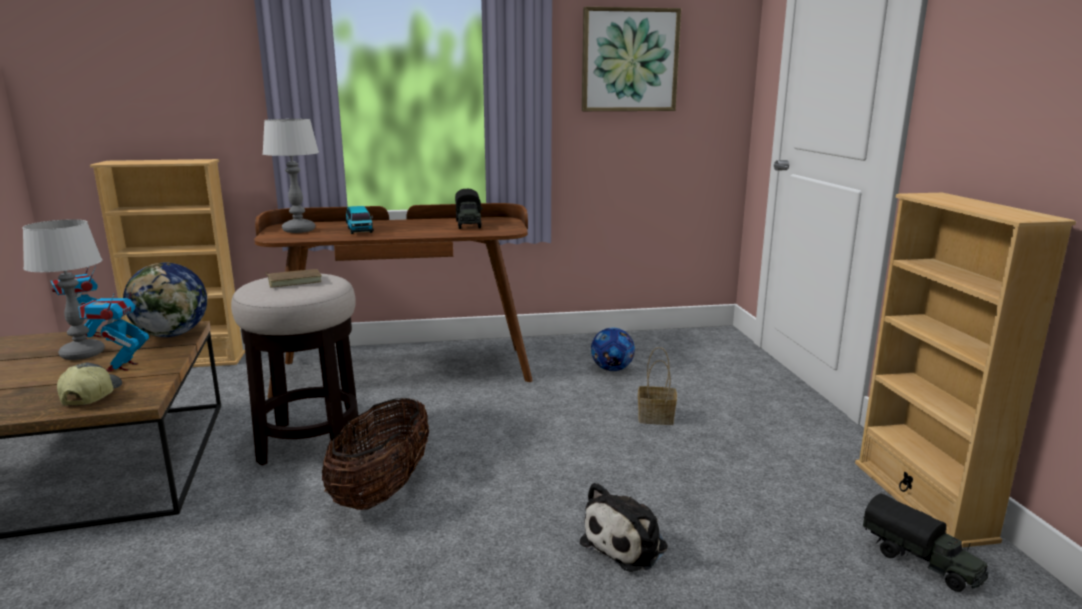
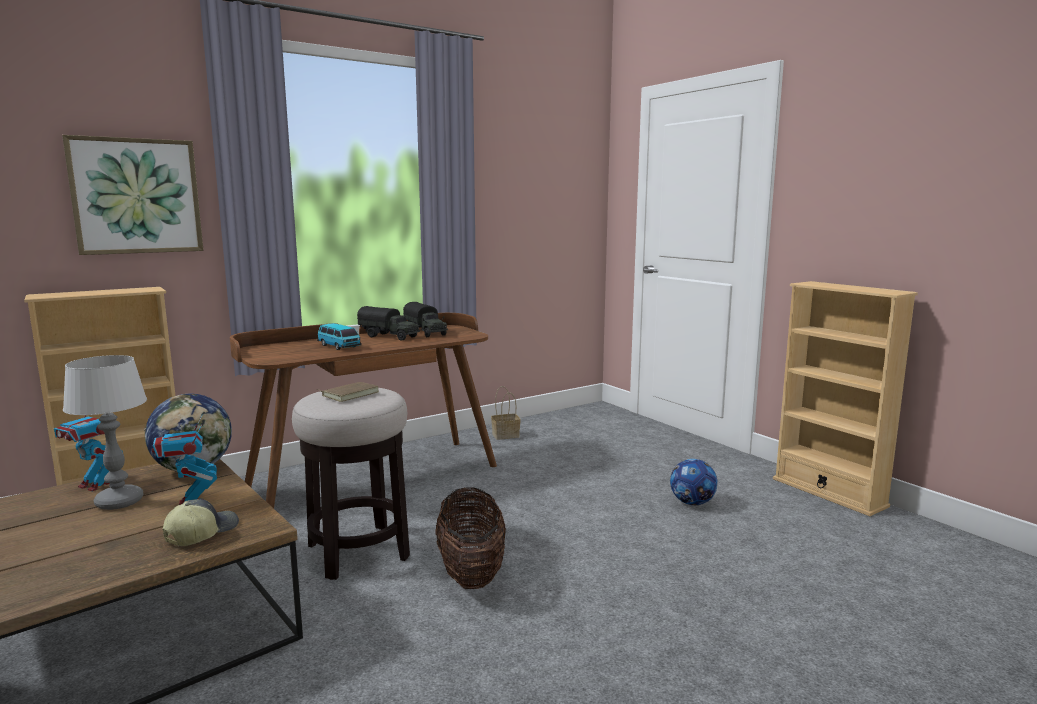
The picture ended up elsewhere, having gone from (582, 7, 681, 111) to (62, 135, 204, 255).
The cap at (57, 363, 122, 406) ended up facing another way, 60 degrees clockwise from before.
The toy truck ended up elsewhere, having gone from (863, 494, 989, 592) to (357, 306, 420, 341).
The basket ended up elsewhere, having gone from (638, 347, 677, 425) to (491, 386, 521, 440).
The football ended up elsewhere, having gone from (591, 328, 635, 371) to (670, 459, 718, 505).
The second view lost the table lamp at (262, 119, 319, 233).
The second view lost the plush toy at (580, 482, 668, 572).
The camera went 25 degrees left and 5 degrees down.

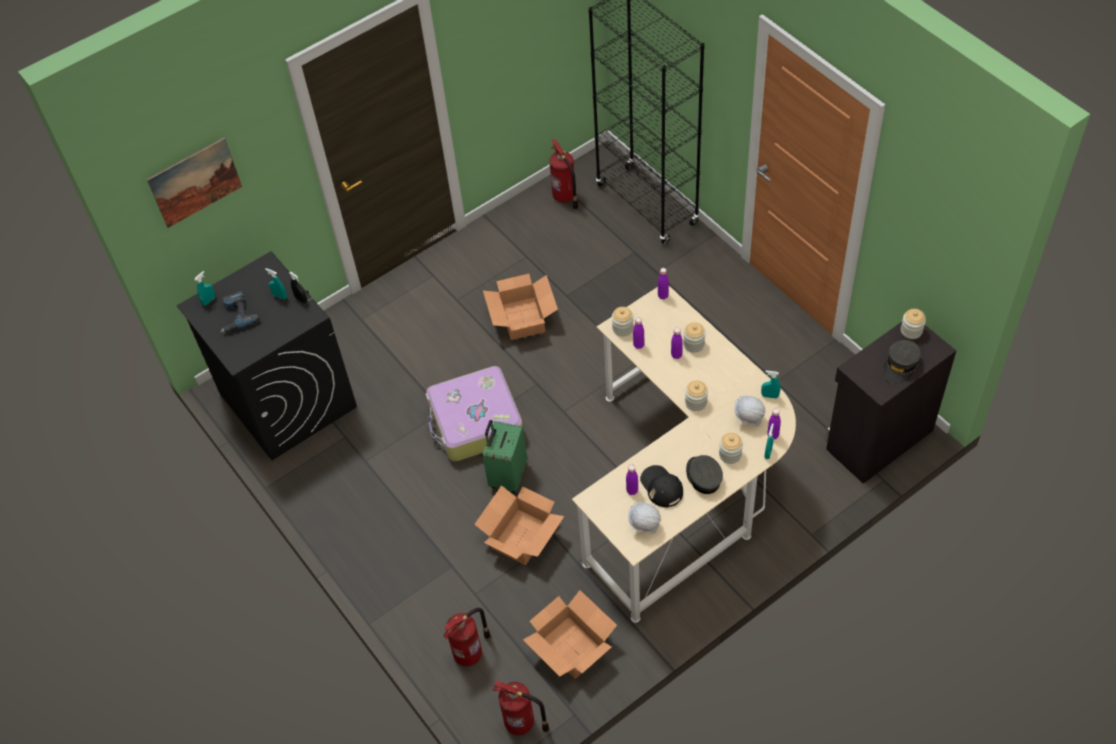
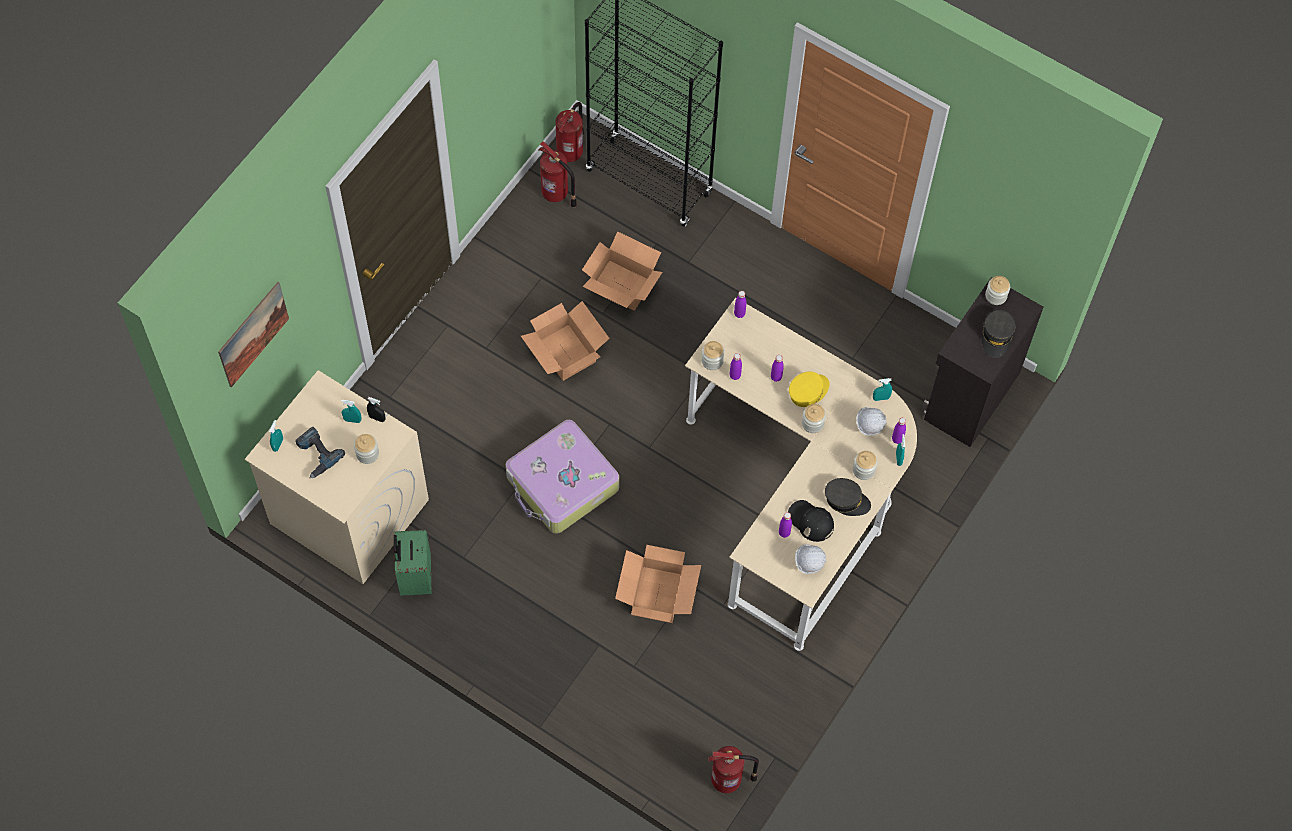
What was the washing machine (black) at (177, 252, 357, 460) turned into the washing machine (beige) at (245, 370, 429, 584).
The jar ended up elsewhere, having gone from (683, 322, 705, 352) to (354, 434, 379, 464).
The suitcase (green) ended up elsewhere, having gone from (483, 420, 527, 493) to (394, 530, 431, 596).
The fire extinguisher ended up elsewhere, having gone from (443, 608, 491, 666) to (556, 102, 584, 162).
The cardboard box ended up elsewhere, having gone from (523, 590, 617, 679) to (582, 231, 662, 311).
The second view gained the cap (yellow) at (789, 372, 830, 407).
The cap (grey) at (686, 455, 723, 494) ended up facing another way, 150 degrees clockwise from before.
The camera went 25 degrees left and 10 degrees up.

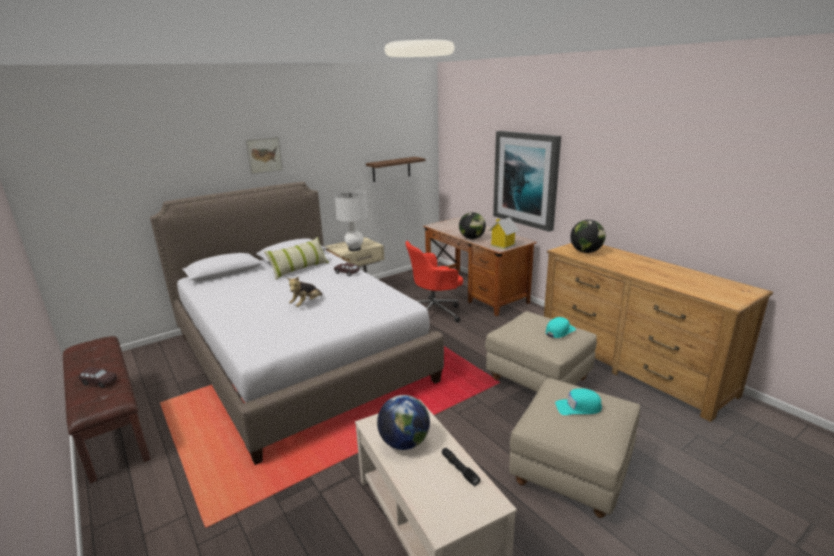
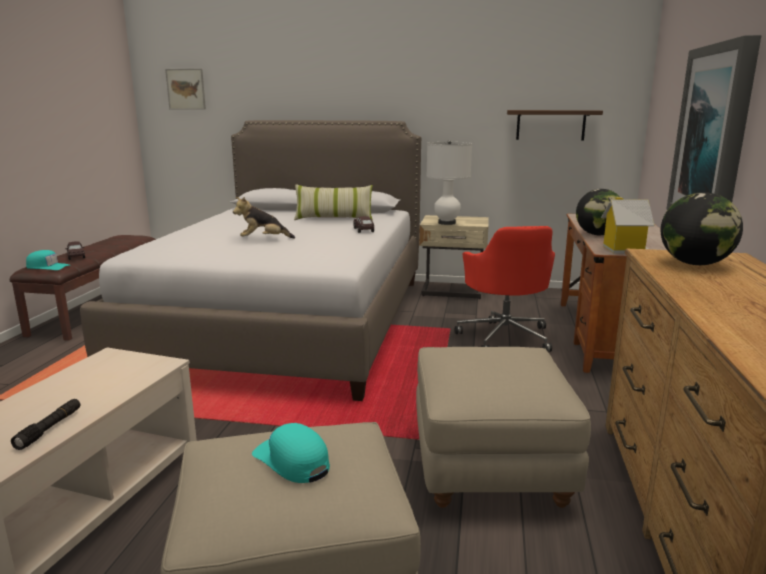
The cap (turquoise) ended up elsewhere, having gone from (546, 317, 576, 338) to (26, 250, 70, 270).
The picture ended up elsewhere, having gone from (245, 137, 283, 174) to (165, 69, 206, 110).
The office chair (red) at (405, 241, 463, 323) ended up facing another way, 120 degrees counterclockwise from before.
The second view lost the globe at (377, 395, 430, 450).
The camera went 45 degrees right and 5 degrees down.

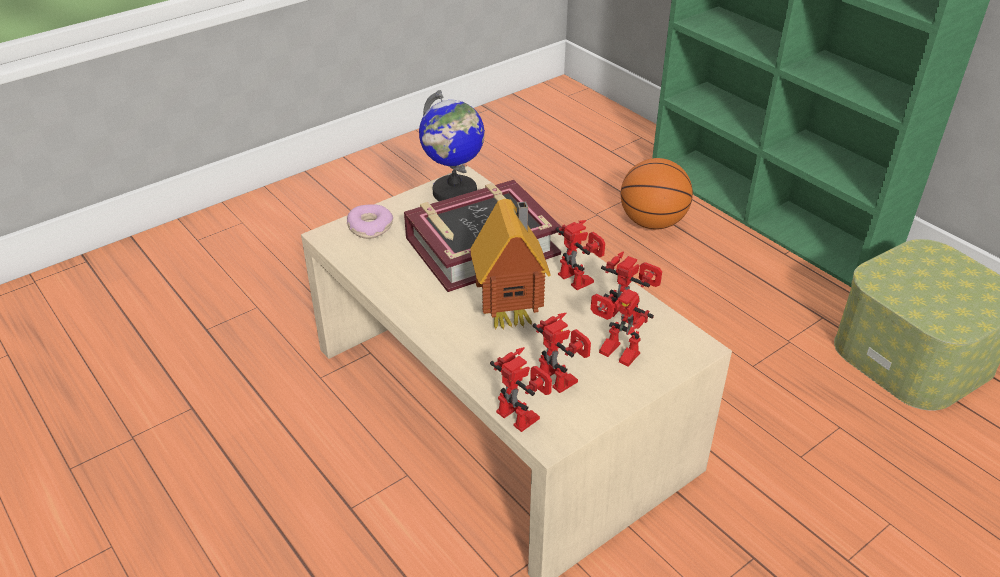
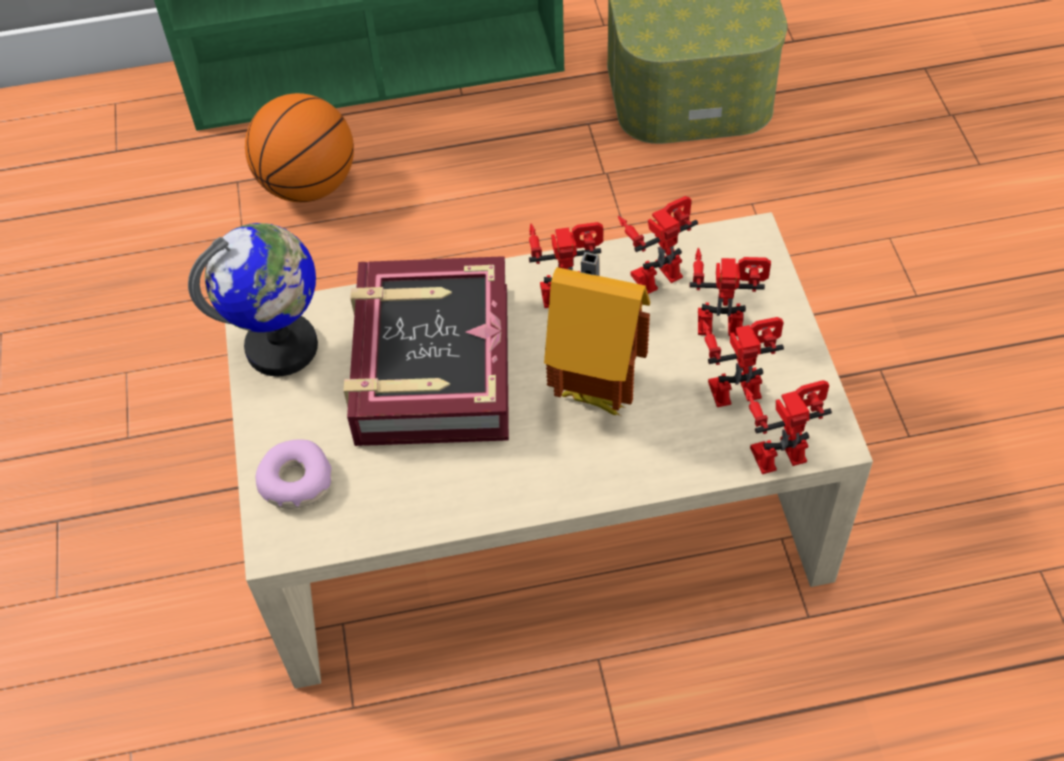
The toy robot at (591, 289, 654, 367) ended up facing another way, 150 degrees counterclockwise from before.
The camera went 60 degrees left and 15 degrees up.

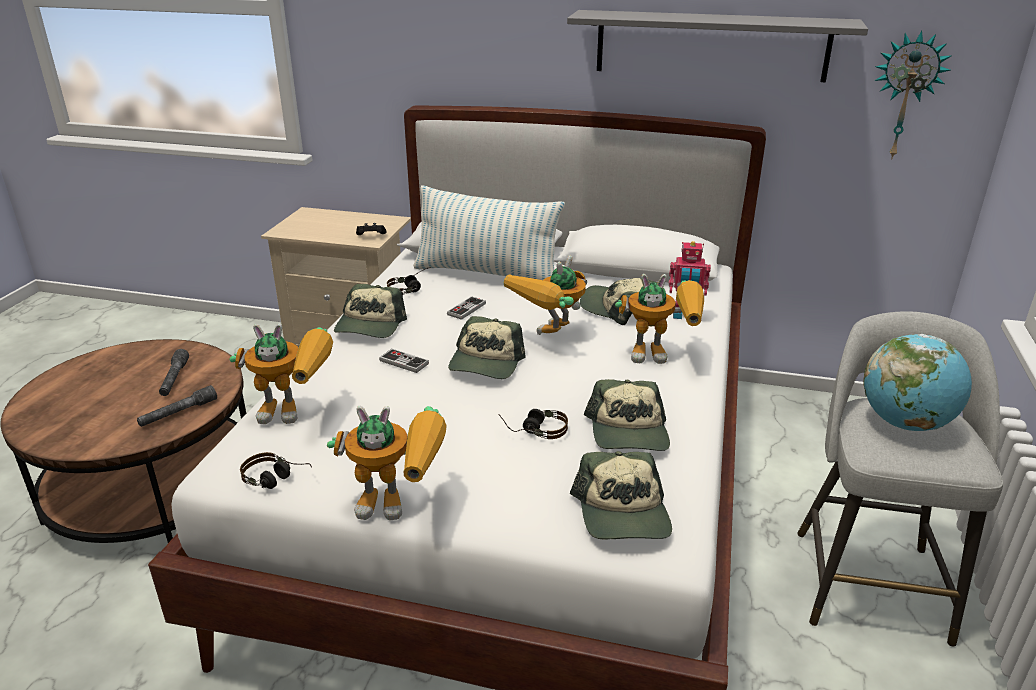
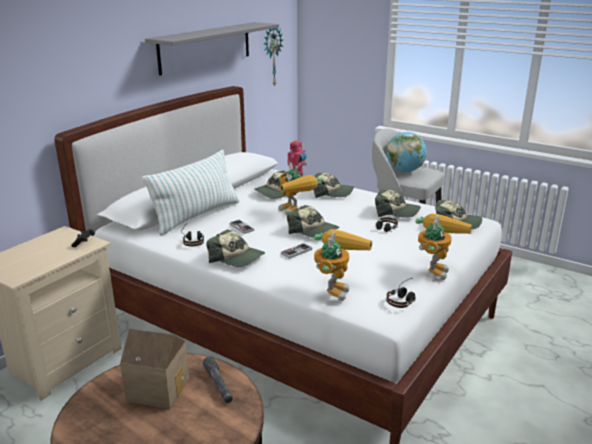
Where the flashlight (grey) stood at (159, 349, 189, 396), the toy house came to stand at (120, 329, 189, 409).
Where the toy robot stood at (615, 274, 704, 364), the cap came to stand at (314, 173, 354, 198).
The camera went 70 degrees left and 5 degrees down.

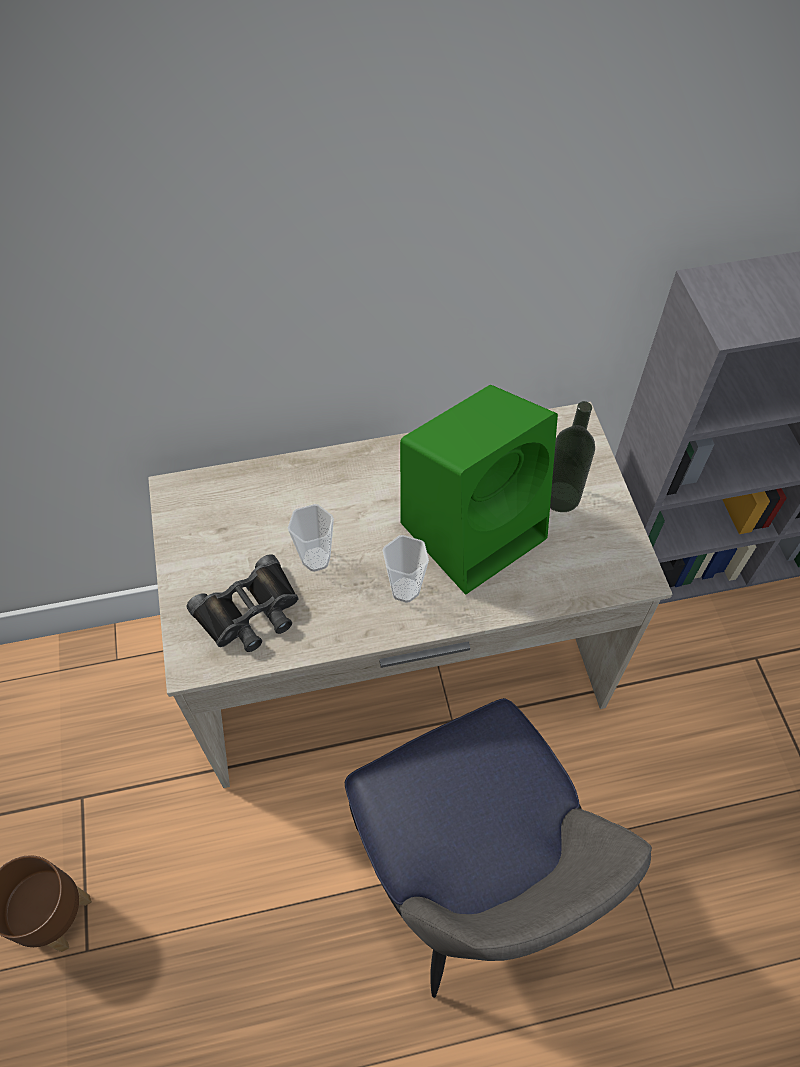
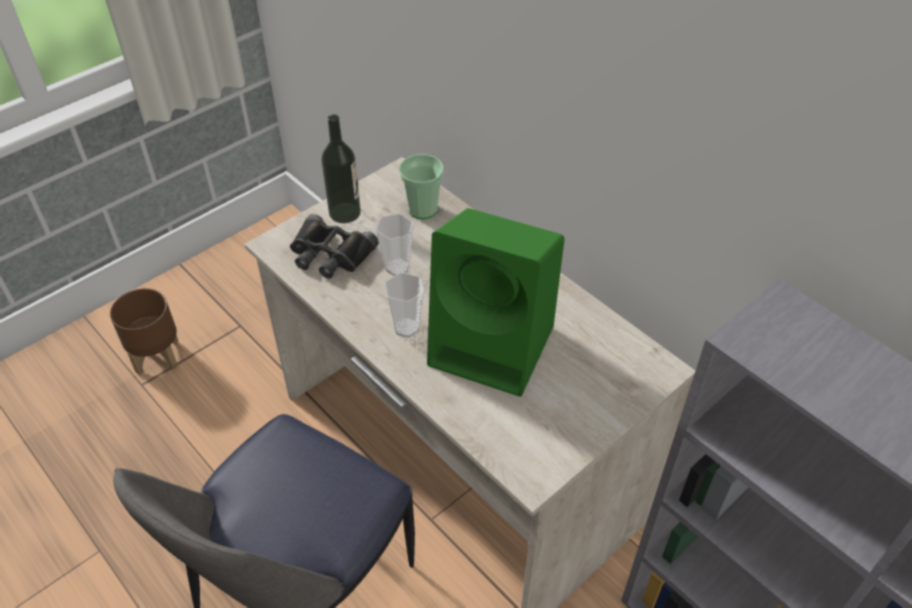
The bottle ended up elsewhere, having gone from (550, 401, 595, 512) to (321, 114, 361, 223).
The second view gained the cup at (399, 154, 444, 219).
The camera went 60 degrees right and 10 degrees down.

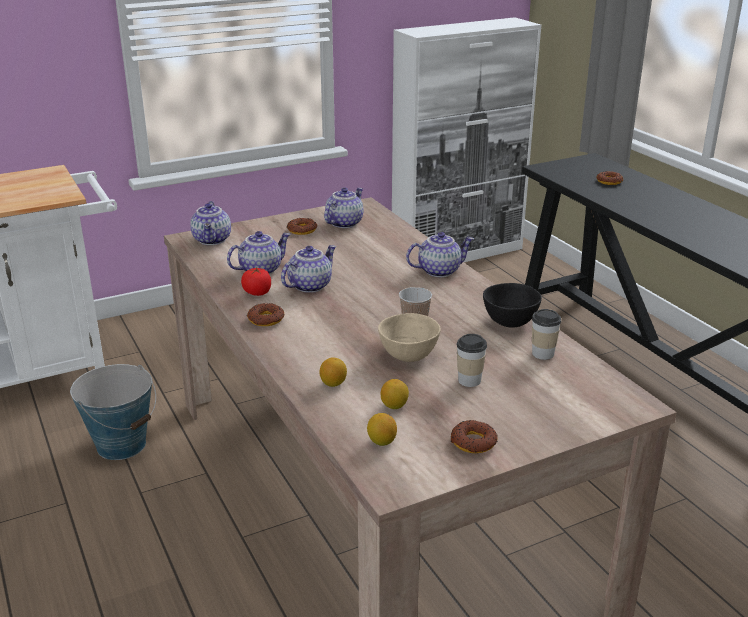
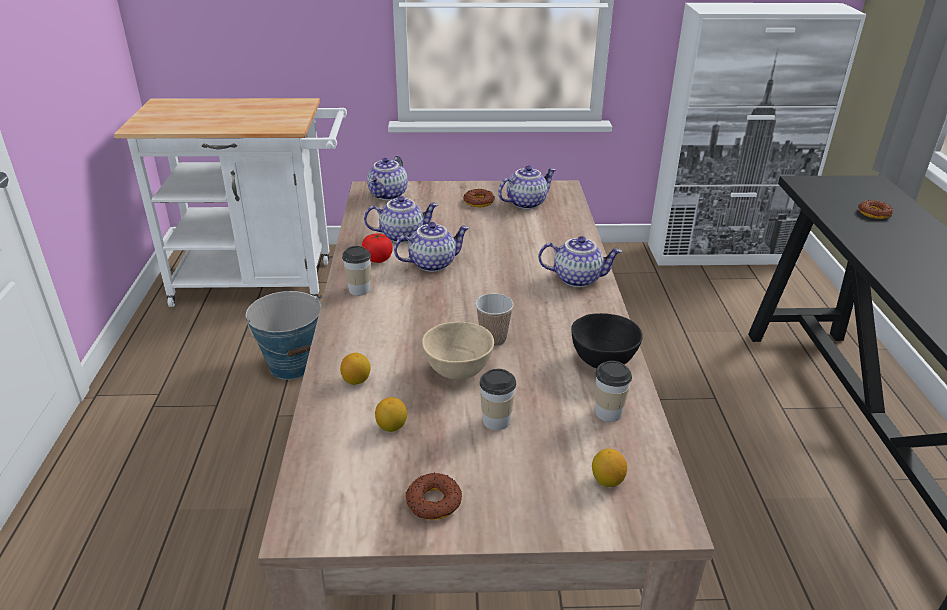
Where the donut stood at (247, 303, 284, 326), the cup came to stand at (342, 246, 371, 296).
The lemon ended up elsewhere, having gone from (367, 413, 397, 446) to (592, 449, 627, 487).
The camera went 25 degrees right and 5 degrees up.

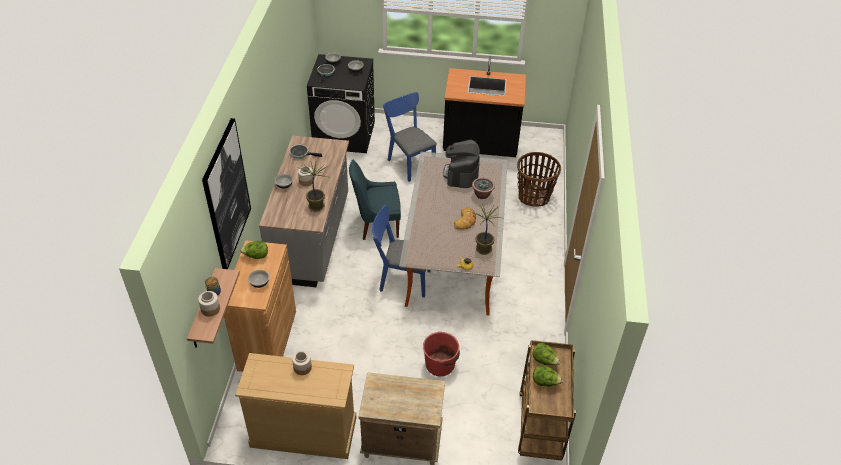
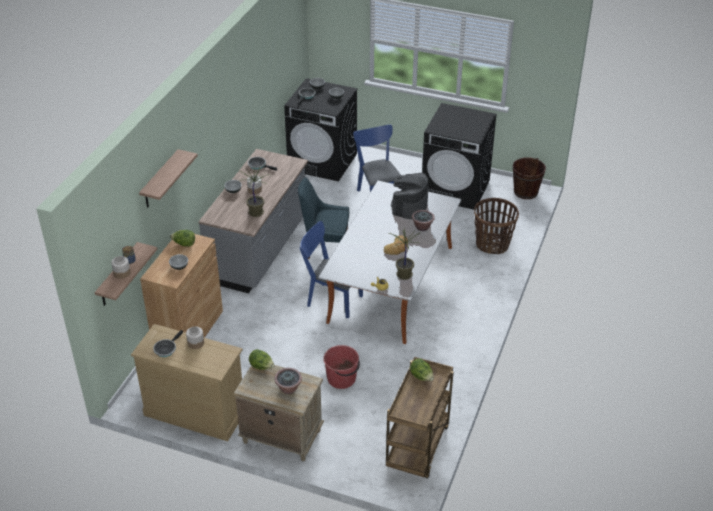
Where the picture hung at (202, 118, 251, 269), the shelf came to hang at (139, 149, 198, 208).
The second view gained the frying pan at (153, 330, 183, 357).
The lettuce ended up elsewhere, having gone from (533, 365, 563, 387) to (249, 349, 275, 370).
The second view gained the potted plant at (275, 368, 302, 394).
Where the counter (black) stood at (443, 57, 526, 157), the washing machine (black) came to stand at (422, 103, 497, 210).
The second view gained the bucket (brown) at (513, 157, 546, 199).
The camera went 15 degrees right and 5 degrees down.

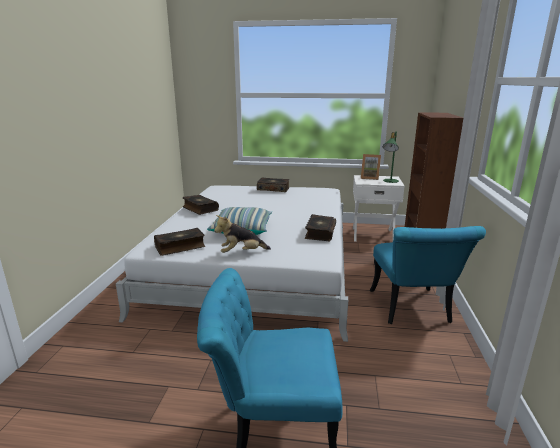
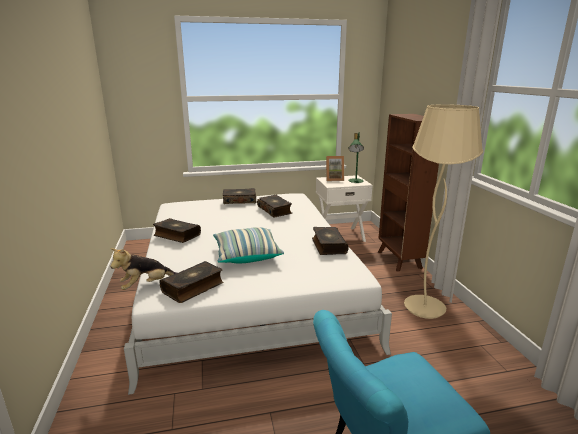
The plush toy ended up elsewhere, having gone from (214, 215, 271, 253) to (110, 248, 176, 290).
The second view gained the book at (257, 195, 292, 217).
Where the chair (turquoise) stood at (370, 226, 486, 324), the floor lamp (beige) came to stand at (404, 104, 483, 319).
The camera went 20 degrees left and 0 degrees up.

